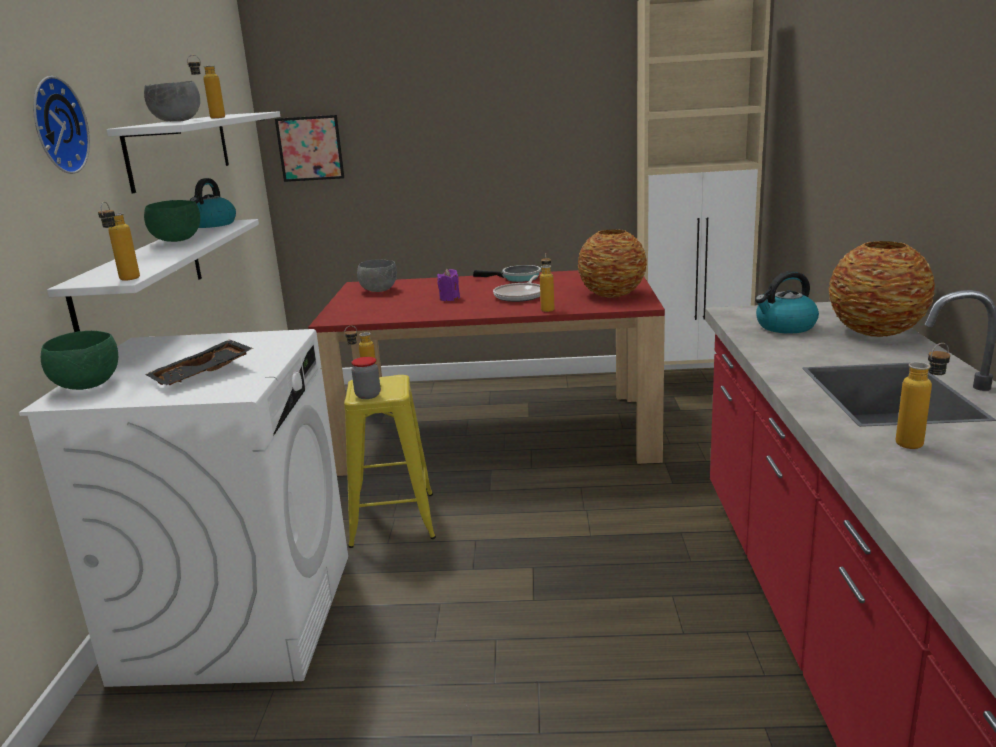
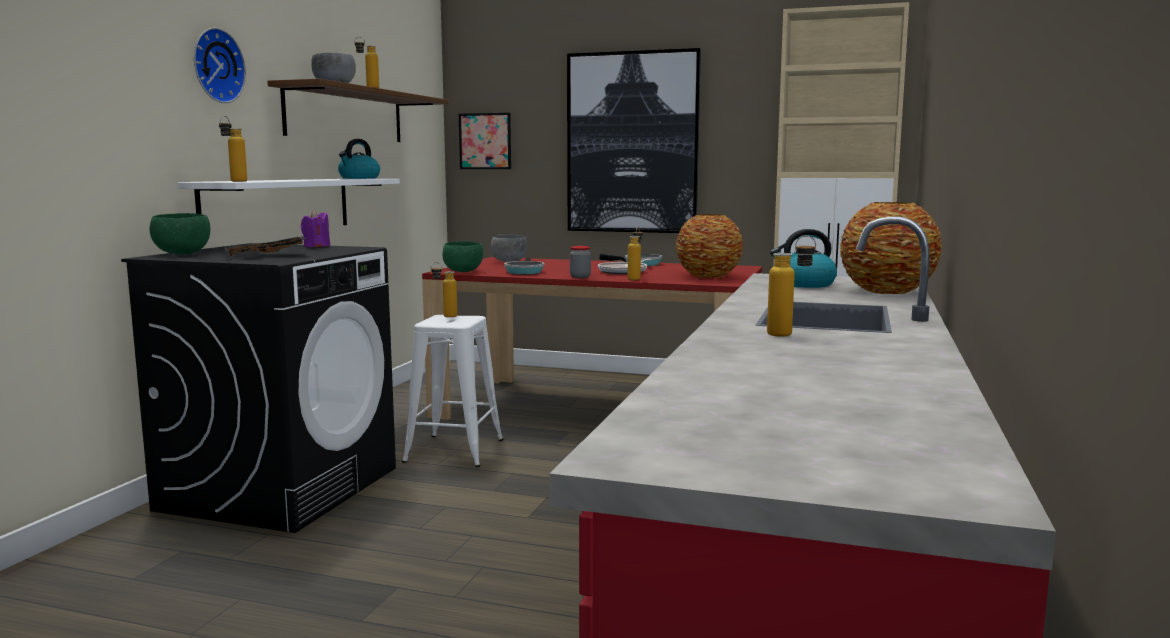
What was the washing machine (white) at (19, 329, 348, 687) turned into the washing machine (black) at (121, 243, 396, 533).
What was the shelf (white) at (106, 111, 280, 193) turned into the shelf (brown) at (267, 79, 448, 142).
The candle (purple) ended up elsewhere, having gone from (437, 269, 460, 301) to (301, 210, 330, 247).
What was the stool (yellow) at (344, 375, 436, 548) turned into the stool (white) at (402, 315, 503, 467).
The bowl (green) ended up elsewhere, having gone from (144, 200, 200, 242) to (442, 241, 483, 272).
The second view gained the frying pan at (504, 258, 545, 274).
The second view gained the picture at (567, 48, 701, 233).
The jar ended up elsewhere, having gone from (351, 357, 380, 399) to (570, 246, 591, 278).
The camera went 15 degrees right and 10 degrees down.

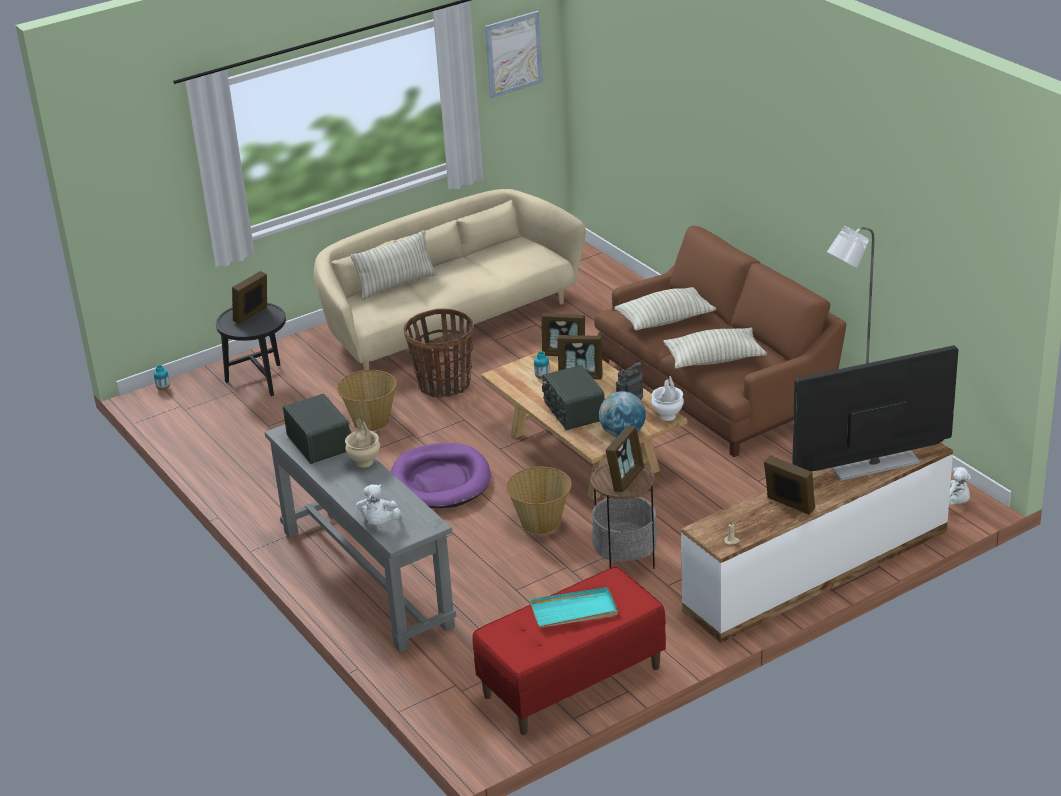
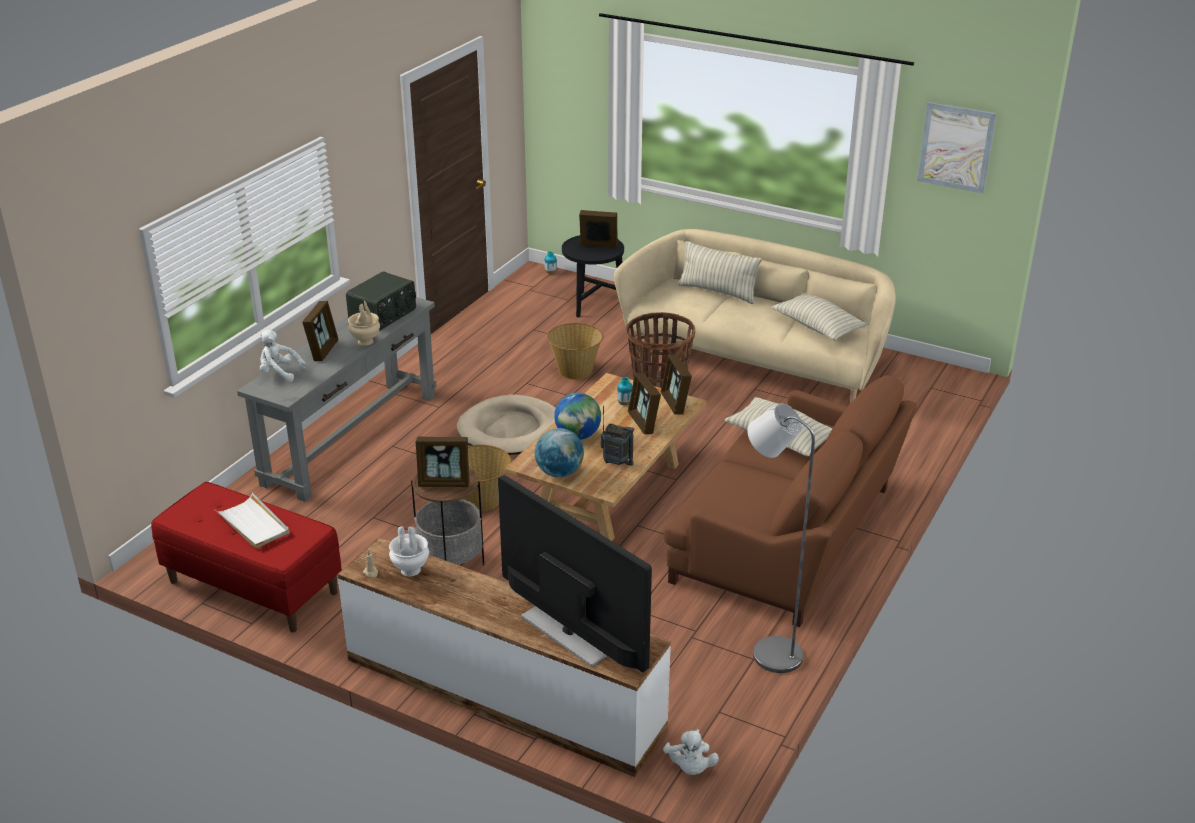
What was the tray (turquoise) at (530, 587, 618, 628) turned into the tray (white) at (214, 493, 290, 549).
The plush toy (white) at (356, 484, 401, 525) ended up facing another way, 45 degrees clockwise from before.
The picture frame ended up elsewhere, having gone from (764, 455, 815, 515) to (302, 301, 339, 361).
The vase (white) ended up elsewhere, having gone from (651, 376, 684, 421) to (389, 527, 429, 577).
What was the dog bed (purple) at (391, 443, 491, 508) turned into the dog bed (beige) at (457, 395, 556, 455).
Where the radio stood at (542, 365, 605, 430), the globe came to stand at (554, 393, 601, 440).
The pillow ended up elsewhere, having gone from (664, 328, 767, 369) to (771, 293, 868, 341).
The camera went 60 degrees right and 0 degrees up.

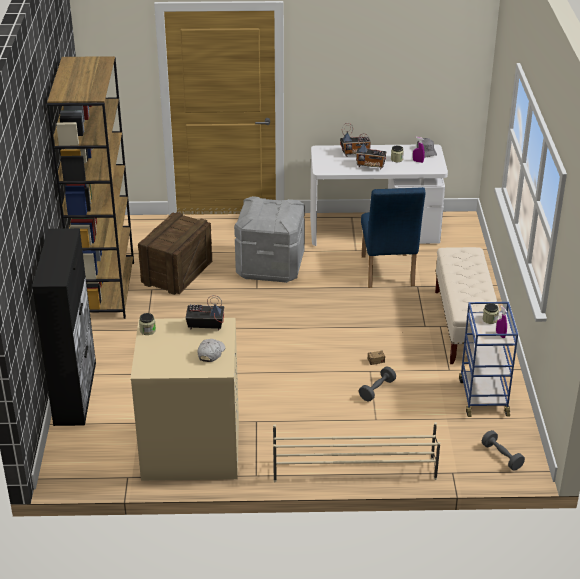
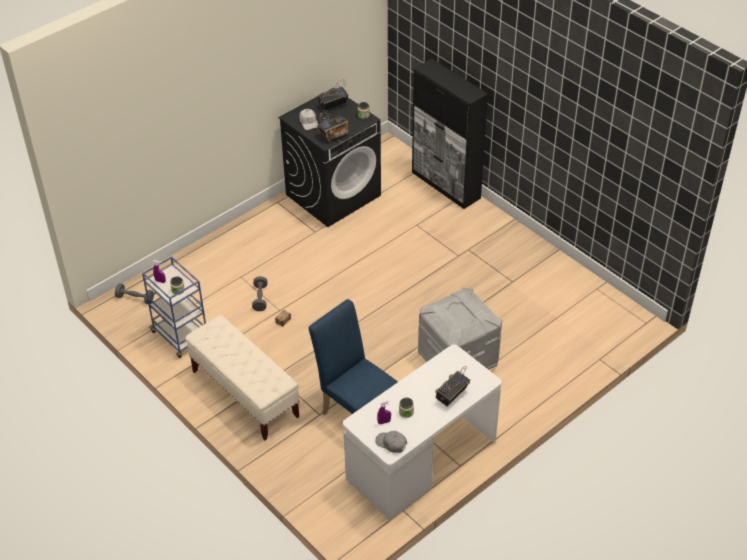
What was the washing machine (beige) at (130, 318, 239, 481) turned into the washing machine (black) at (278, 88, 381, 227).
The radio ended up elsewhere, having gone from (356, 133, 386, 170) to (318, 80, 348, 110).
The second view lost the bookcase (brown) at (47, 56, 134, 319).
The second view lost the crate at (138, 212, 213, 295).
The second view lost the shoe rack (beige) at (273, 422, 440, 482).
The camera went 140 degrees right and 10 degrees up.

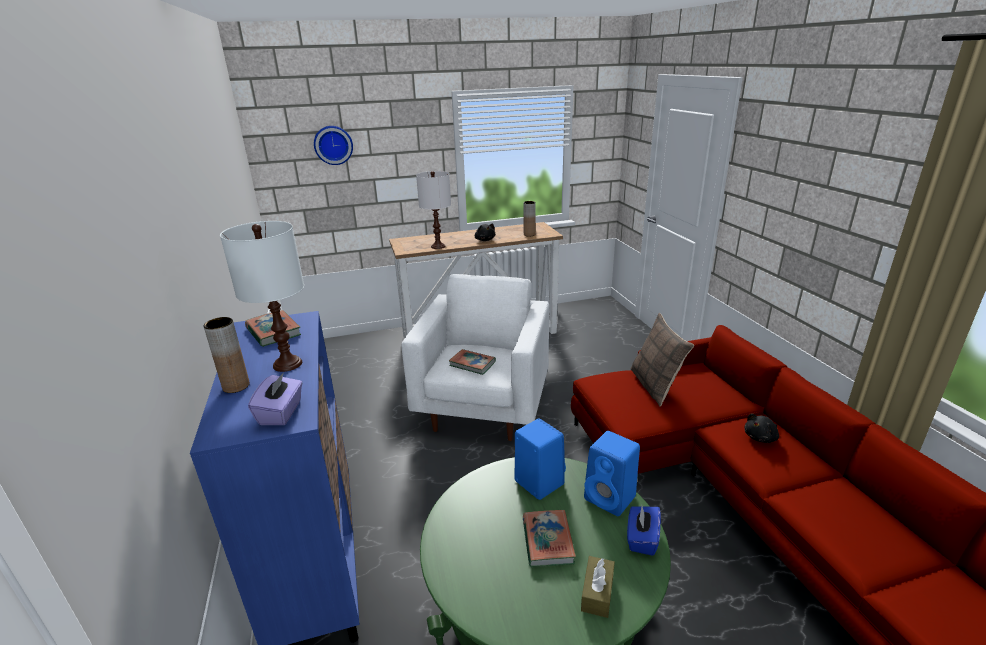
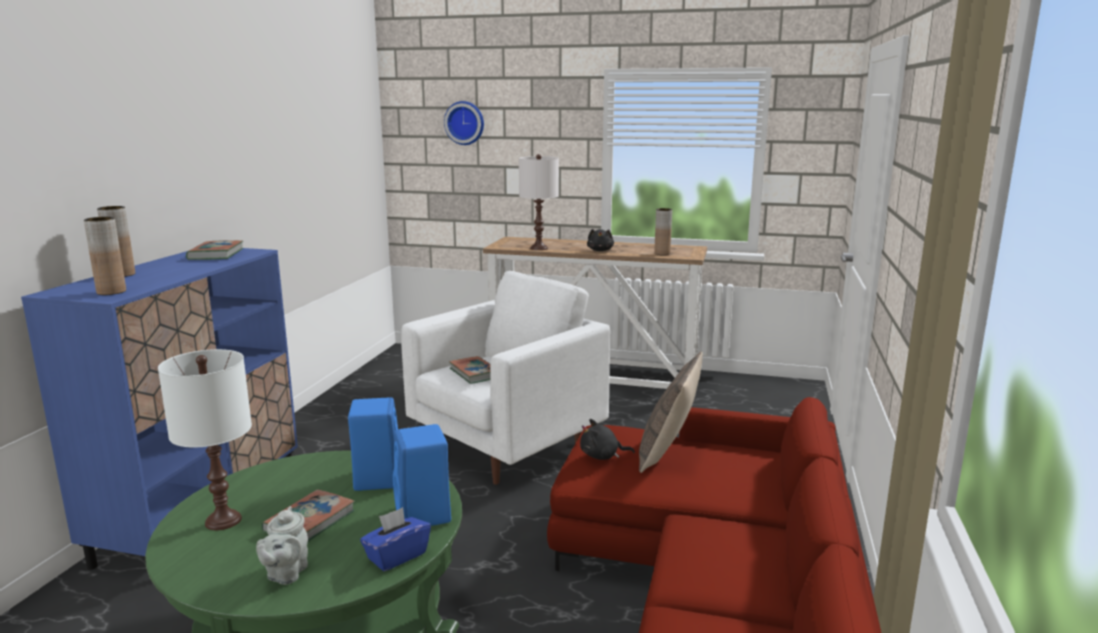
Where the tissue box (purple) stood at (248, 372, 303, 425), the vase (brown) came to stand at (84, 217, 126, 295).
The table lamp (white) ended up elsewhere, having gone from (220, 221, 304, 372) to (158, 349, 252, 530).
Where the tissue box (brown) stood at (581, 556, 615, 618), the teapot (grey) came to stand at (256, 506, 308, 585).
The plush toy (black) ended up elsewhere, having gone from (744, 413, 779, 443) to (580, 419, 635, 460).
The camera went 30 degrees right and 10 degrees down.

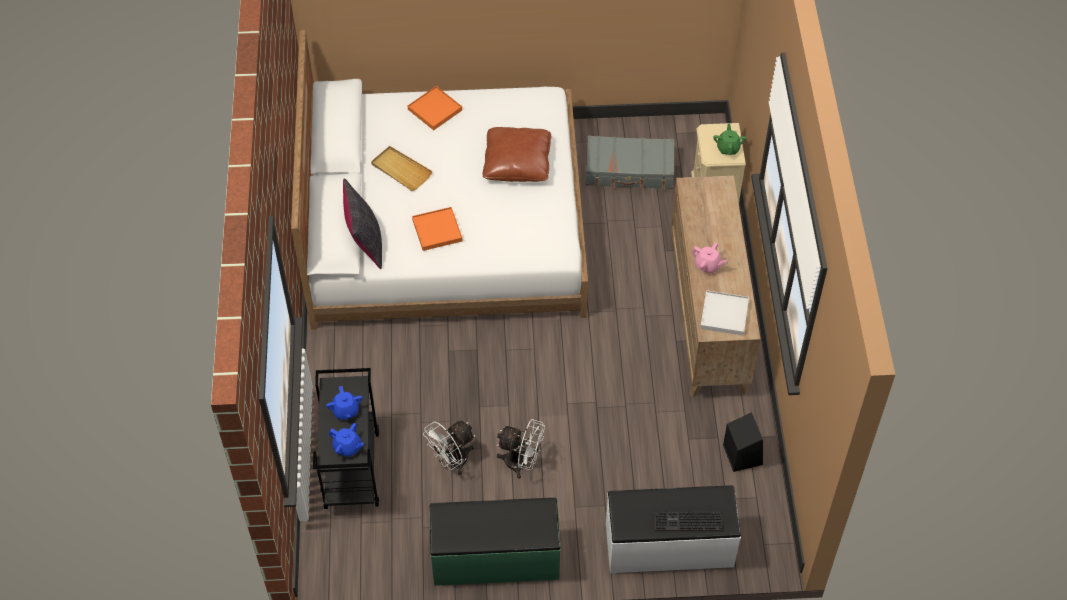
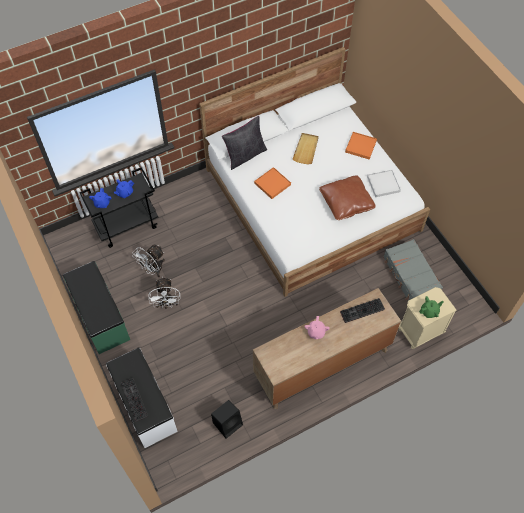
The fan (white) at (423, 421, 475, 475) ended up facing another way, 75 degrees counterclockwise from before.
The second view gained the keyboard at (340, 298, 385, 323).
The tray (white) ended up elsewhere, having gone from (700, 290, 749, 335) to (367, 170, 401, 197).
The camera went 65 degrees right and 5 degrees up.

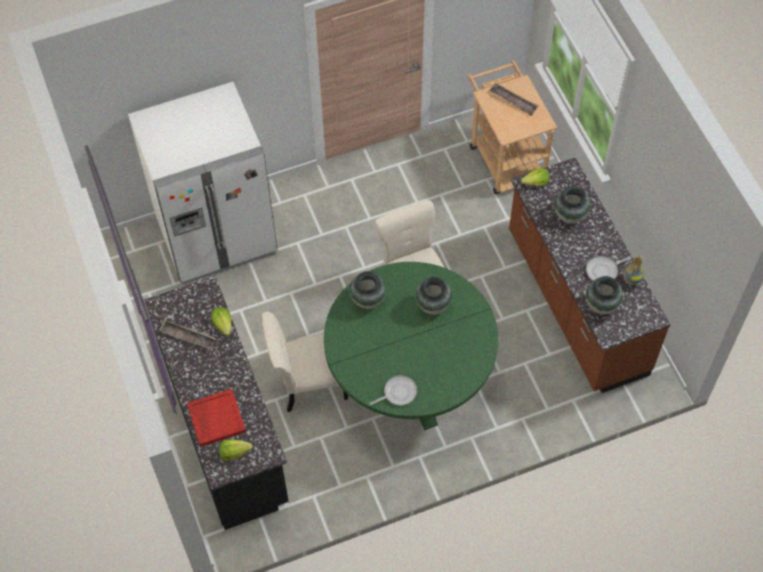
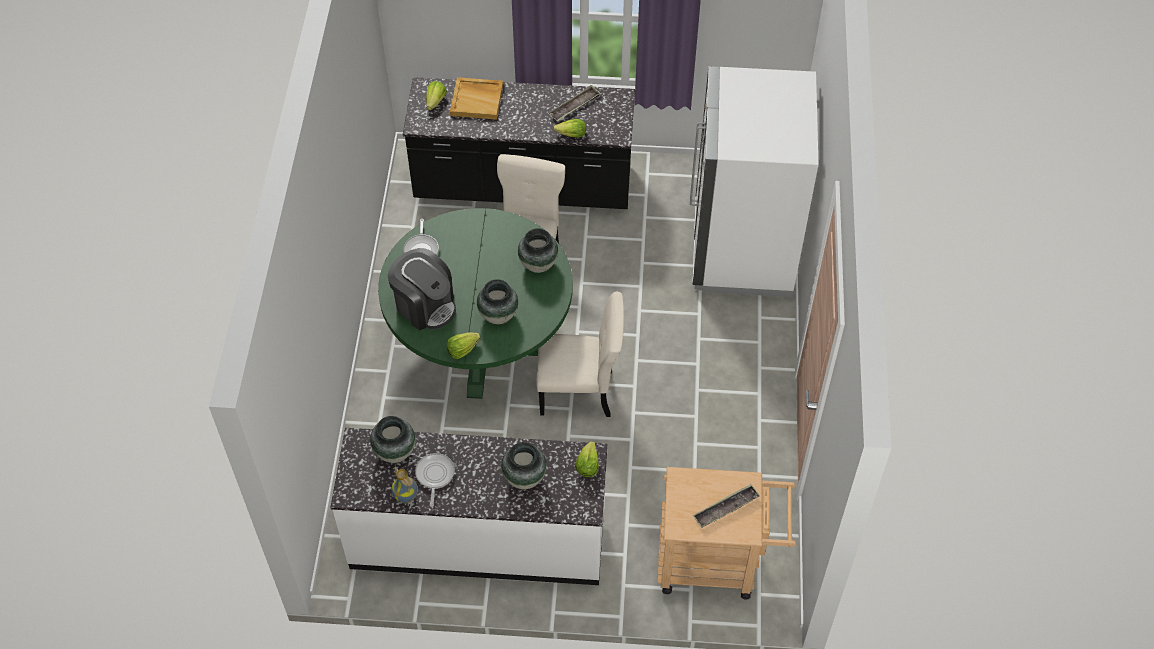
What was the counter (brown) at (509, 157, 671, 393) turned into the counter (white) at (331, 428, 608, 585).
The second view gained the coffee machine at (388, 248, 456, 330).
The second view gained the lettuce at (447, 333, 480, 359).
What was the tray (red) at (187, 389, 246, 447) turned into the tray (beige) at (450, 77, 503, 120).
The camera went 115 degrees right and 5 degrees down.

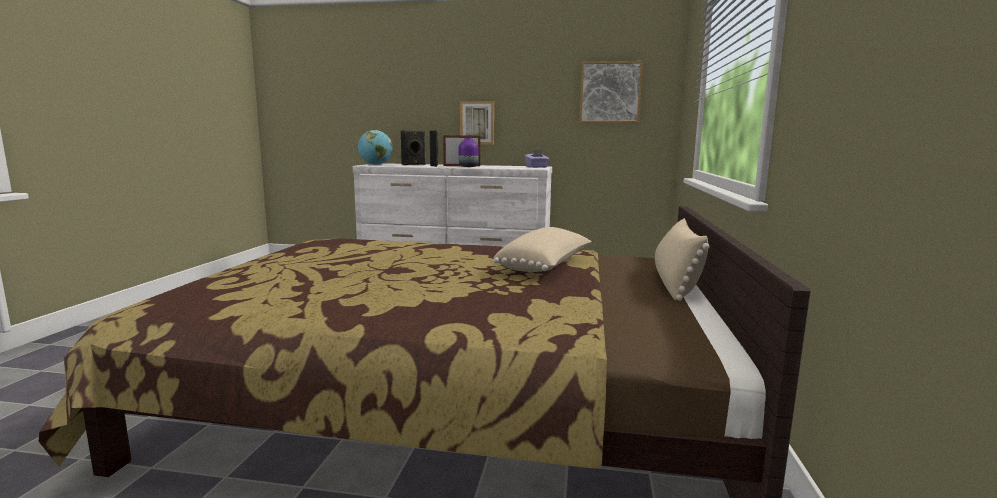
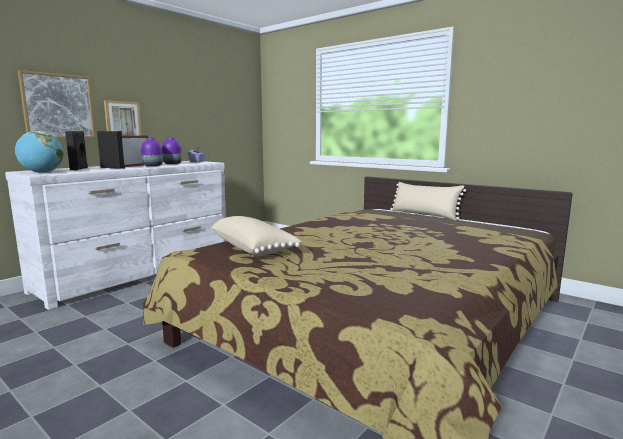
The picture ended up elsewhere, having gone from (579, 61, 643, 123) to (18, 70, 96, 139).
The second view gained the vase (purple) at (162, 138, 182, 164).
The pillow (beige) ended up elsewhere, having gone from (493, 227, 592, 272) to (211, 216, 302, 256).
The camera went 60 degrees left and 0 degrees up.

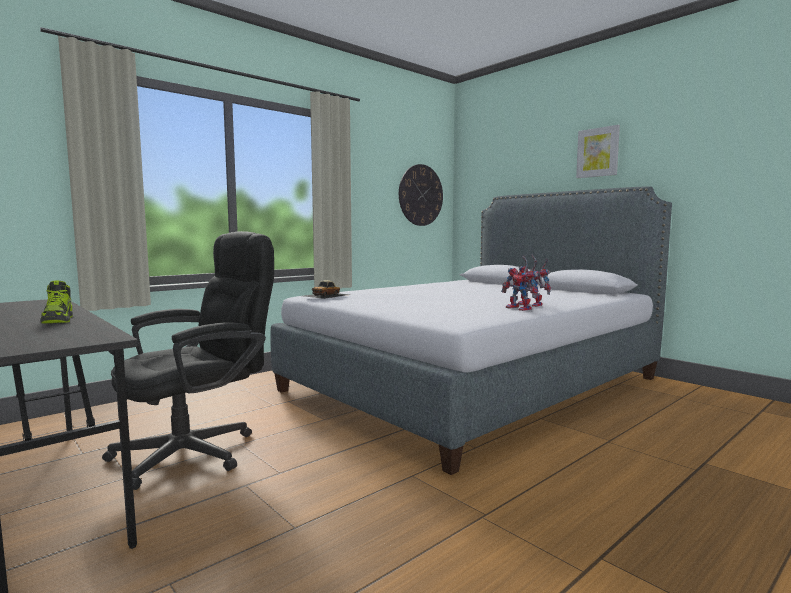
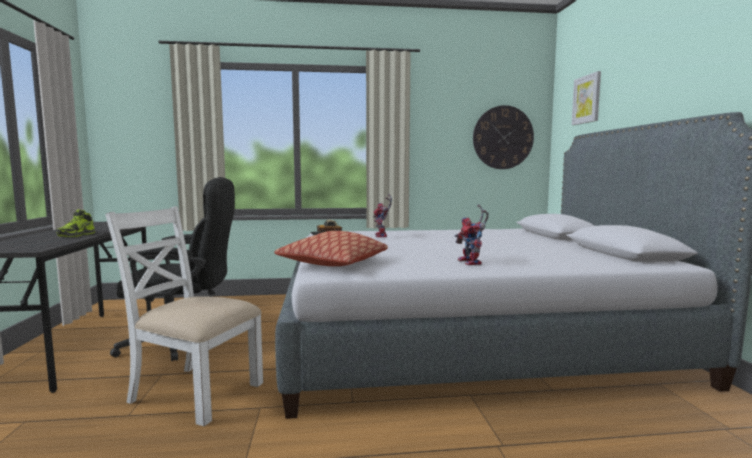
The second view gained the chair (white) at (105, 206, 263, 426).
The second view gained the pillow at (274, 231, 388, 266).
The toy robot ended up elsewhere, having gone from (501, 256, 538, 311) to (373, 194, 392, 237).
The picture ended up elsewhere, having gone from (576, 125, 620, 178) to (572, 71, 601, 125).
The camera went 35 degrees right and 0 degrees up.

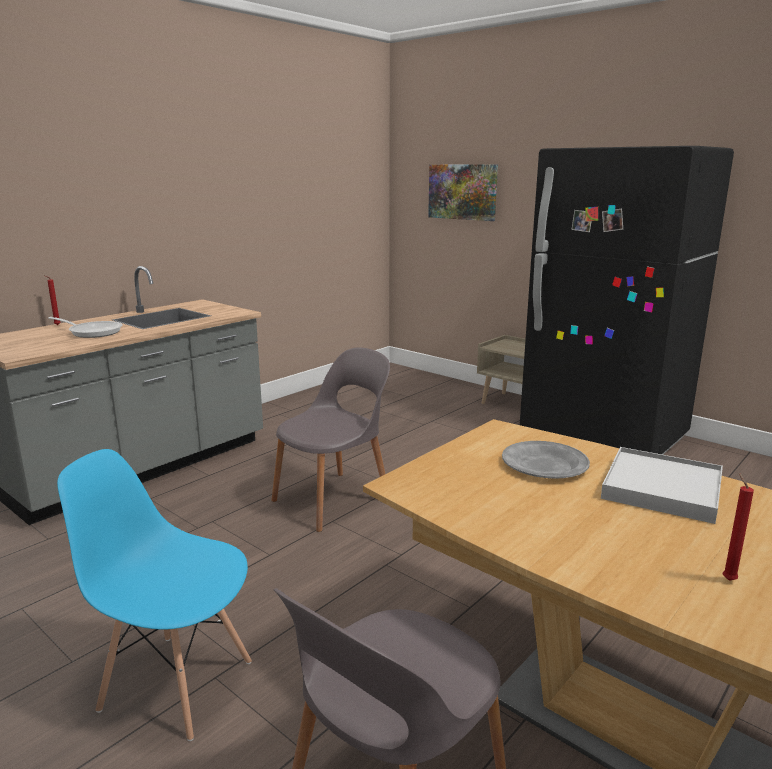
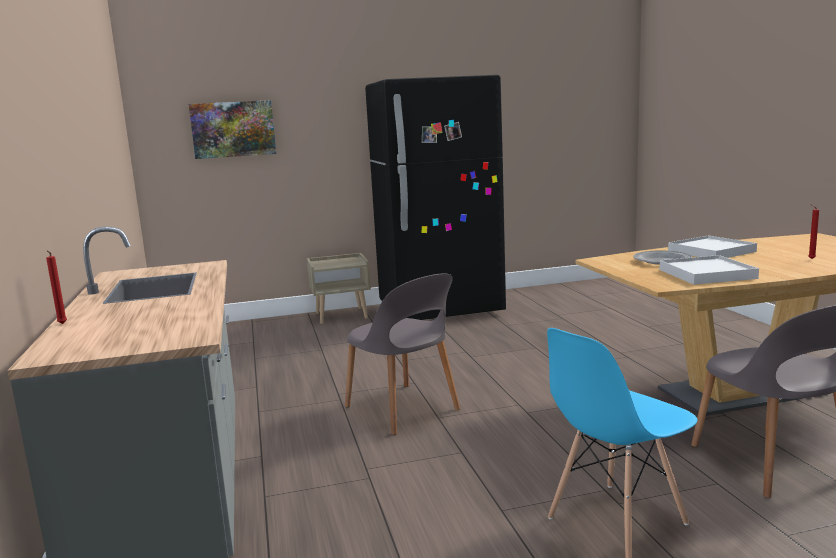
The chair (grey) at (272, 347, 390, 532) ended up facing another way, 150 degrees clockwise from before.
The second view gained the tray (white) at (660, 255, 759, 285).
The second view lost the frying pan at (49, 317, 123, 338).
The camera went 55 degrees left and 5 degrees down.

